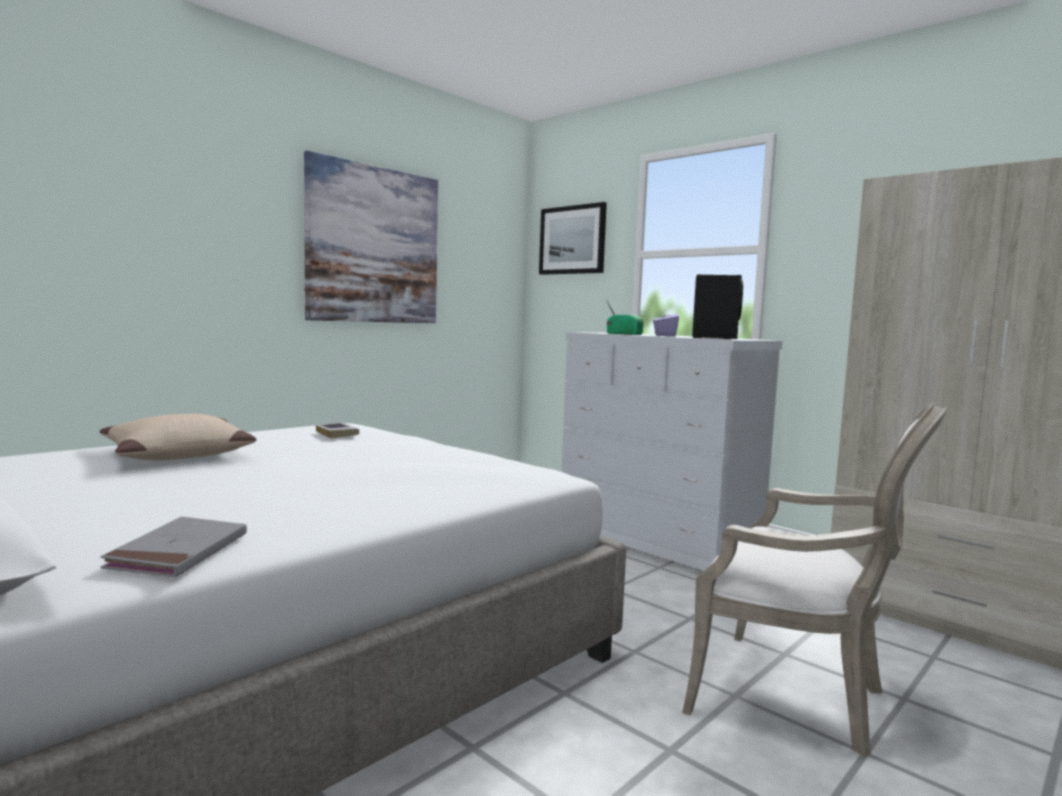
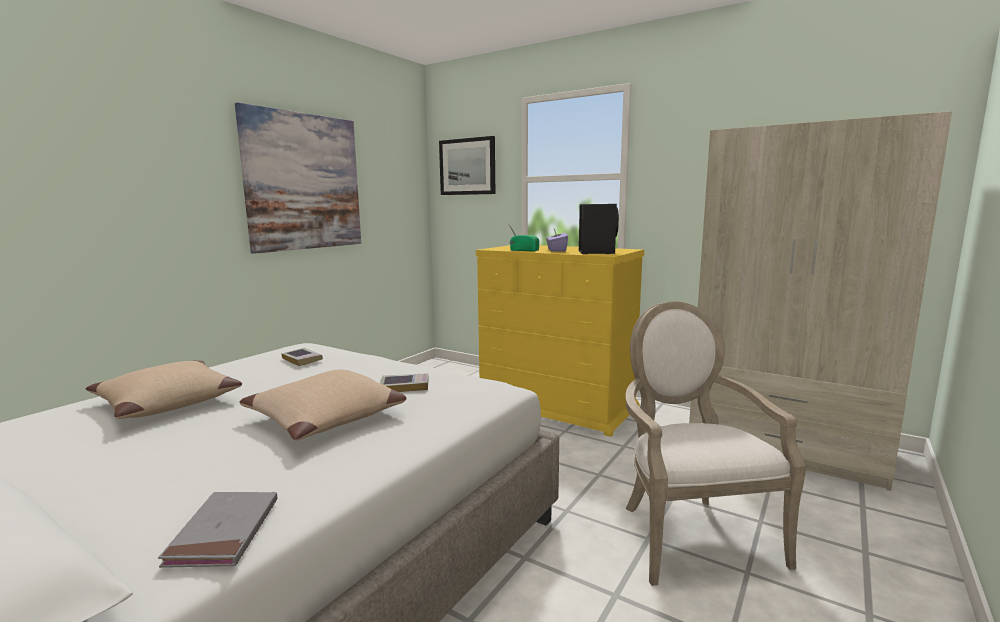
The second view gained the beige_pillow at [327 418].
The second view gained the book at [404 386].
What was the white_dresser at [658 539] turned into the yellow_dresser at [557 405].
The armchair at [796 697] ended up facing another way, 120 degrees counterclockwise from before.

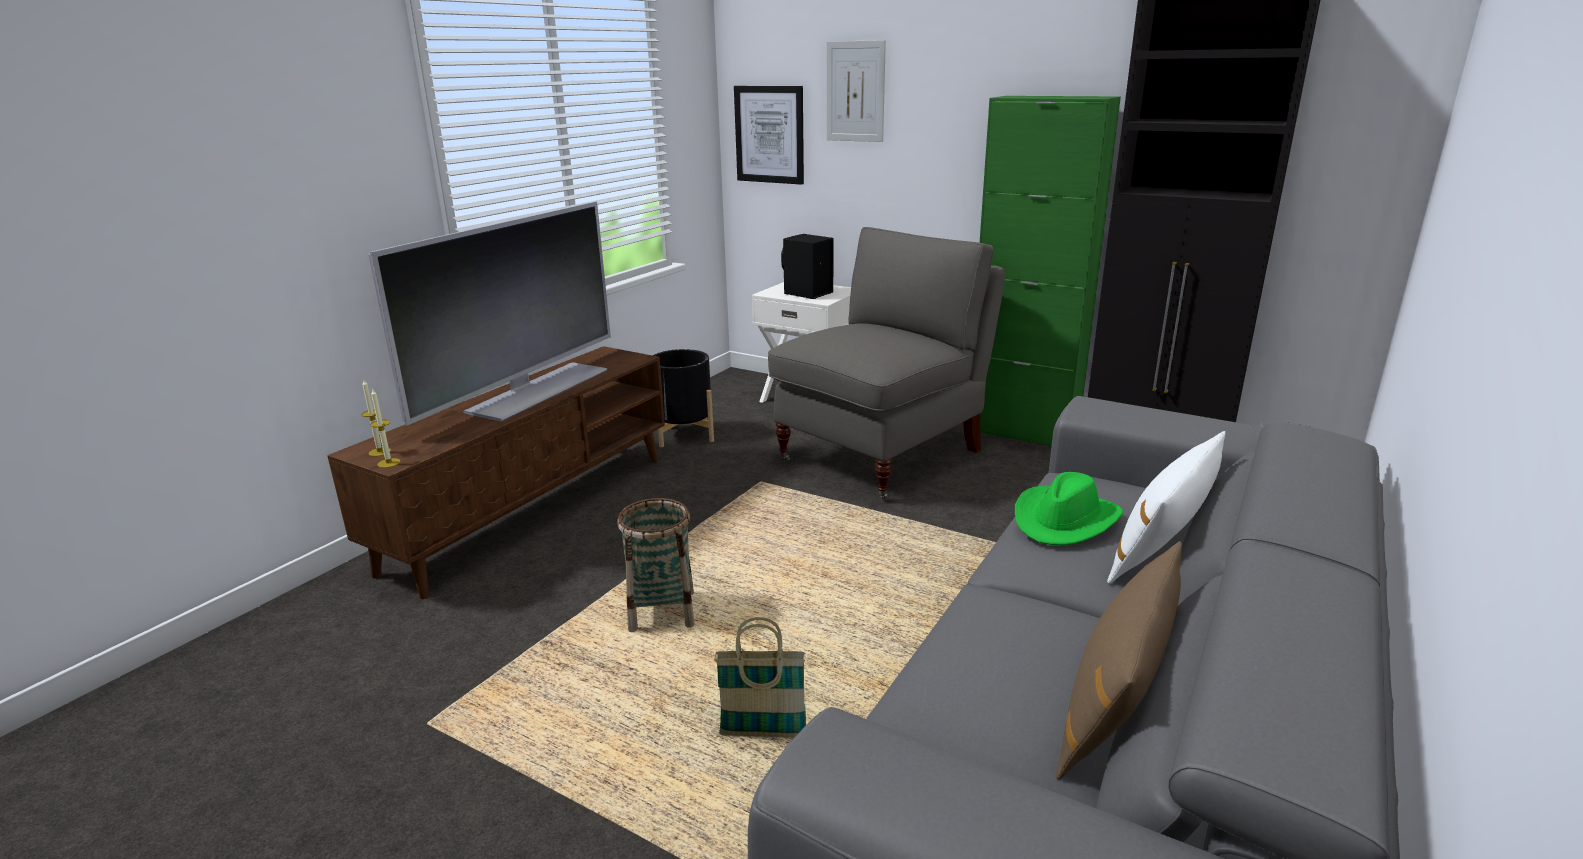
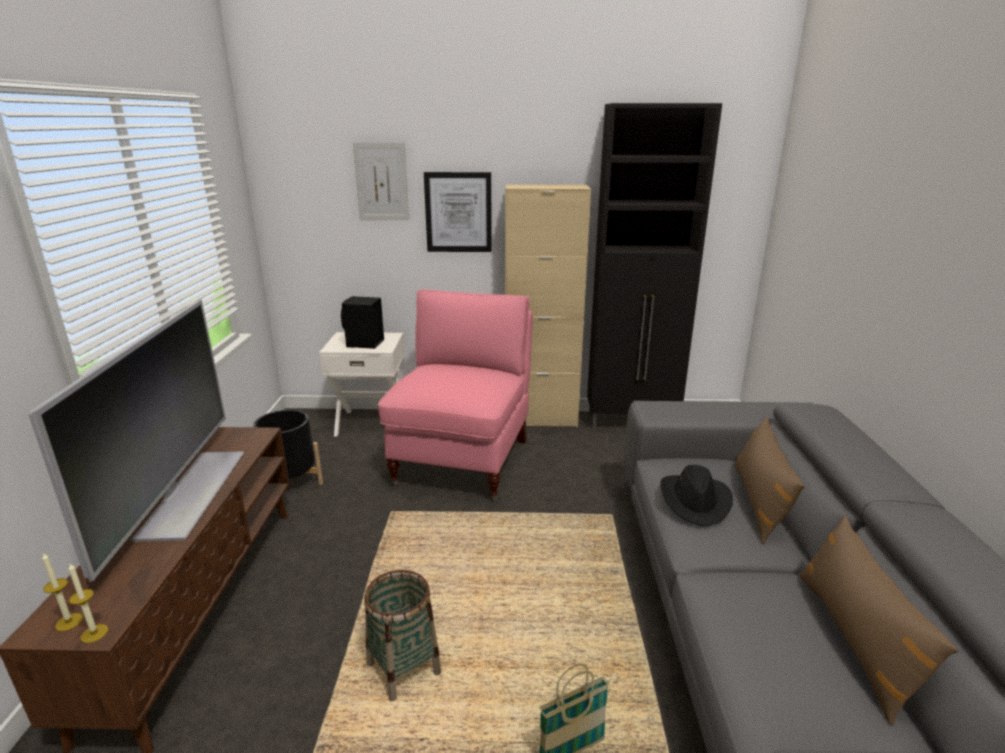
The picture ended up elsewhere, having gone from [769 134] to [458 212].
What was the grey_armchair at [882 454] turned into the pink_armchair at [463 461].
What was the green_cabinet at [1022 432] turned into the beige_cabinet at [540 419].
What was the green_hat at [1066 520] turned into the black_hat at [695 501].
What was the white_pillow at [1163 545] turned into the brown_pillow at [759 502].

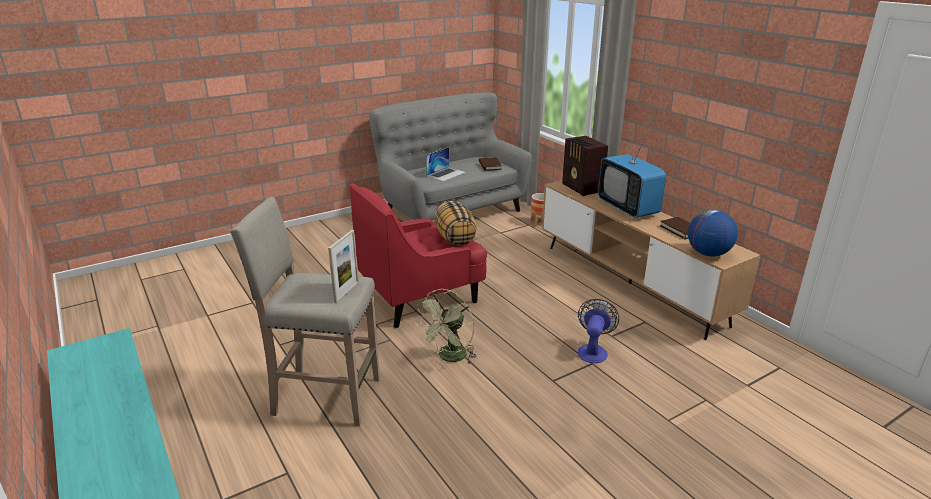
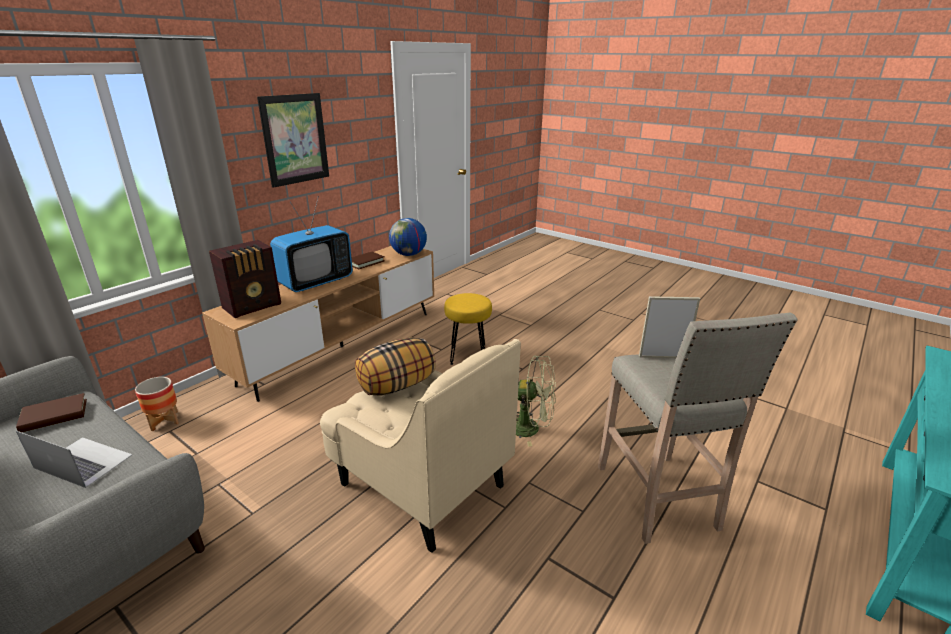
The second view gained the picture at [295 139].
Where the fan stood at [593 350], the yellow_stool came to stand at [468 355].
What was the red_armchair at [421 297] turned into the beige_armchair at [420 484].

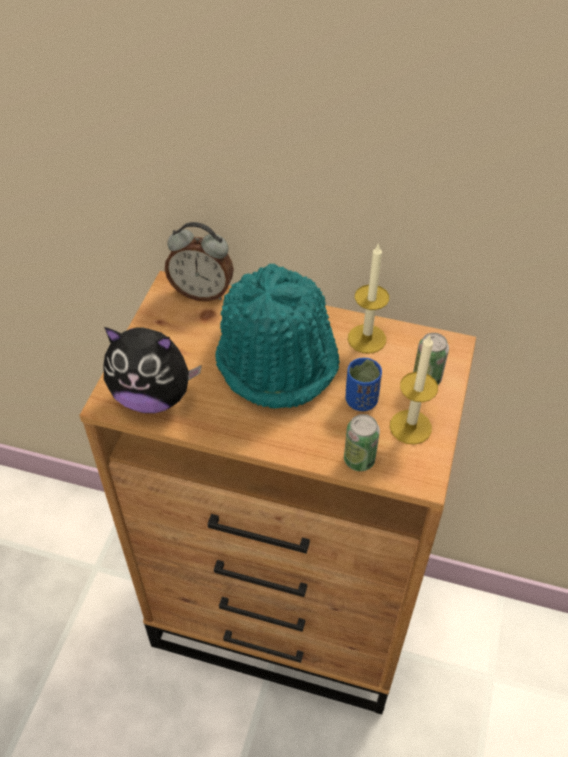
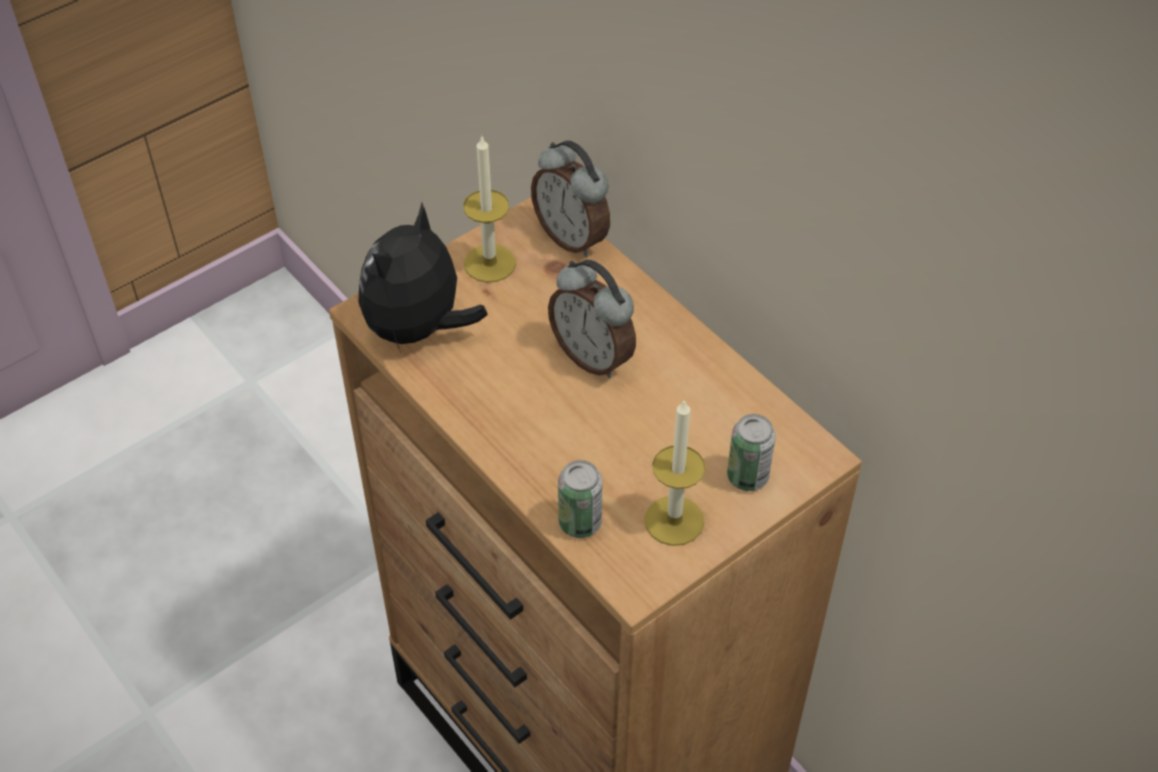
The second view lost the blue_cup at [361 400].
The candle ended up elsewhere, having gone from [366 339] to [490 263].
Where the turquoise_hat stood at [278 356], the alarm_clock came to stand at [593 356].
The plush_toy at [153 396] ended up facing another way, 75 degrees clockwise from before.

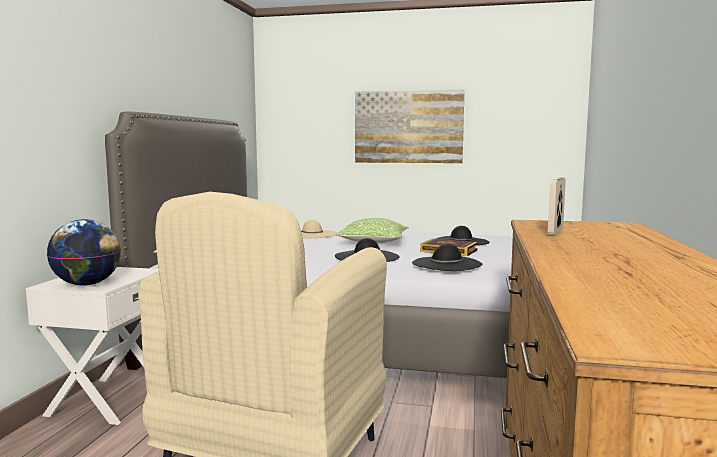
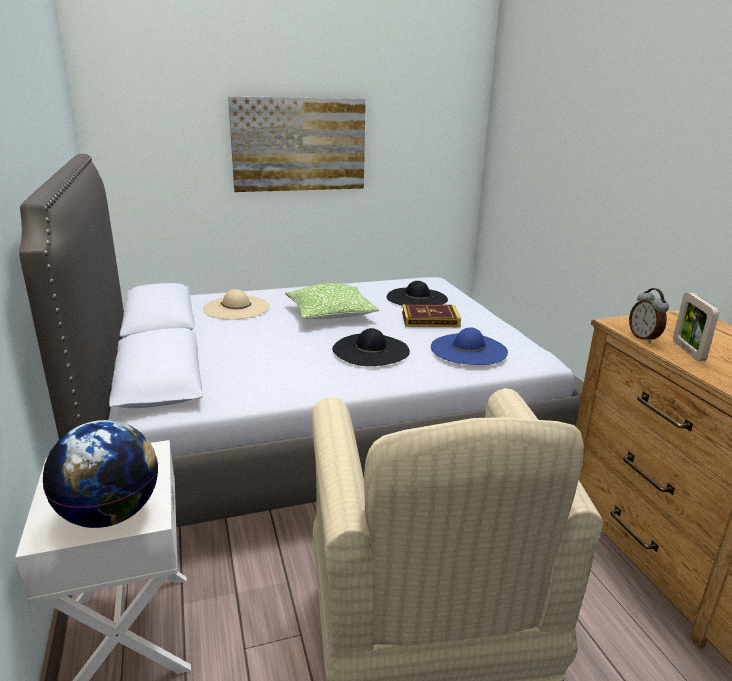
The second view gained the alarm_clock at [644 338].
What was the black_hat at [446 264] turned into the blue_hat at [468 349].

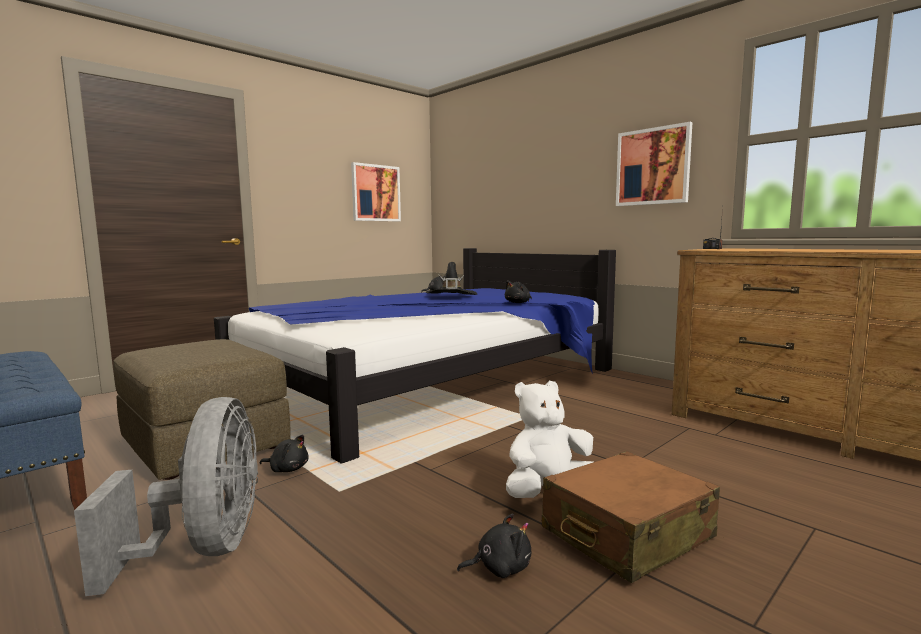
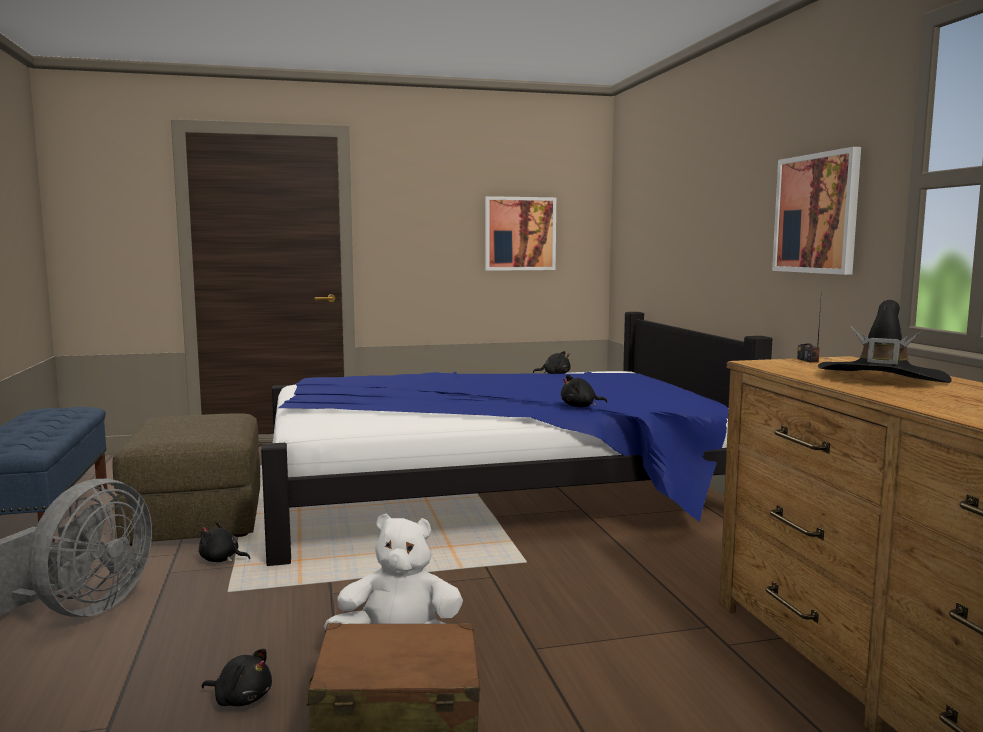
The black_hat ended up elsewhere, having gone from [451 295] to [882 377].
The black_plush_toy at [287 469] ended up facing another way, 150 degrees clockwise from before.

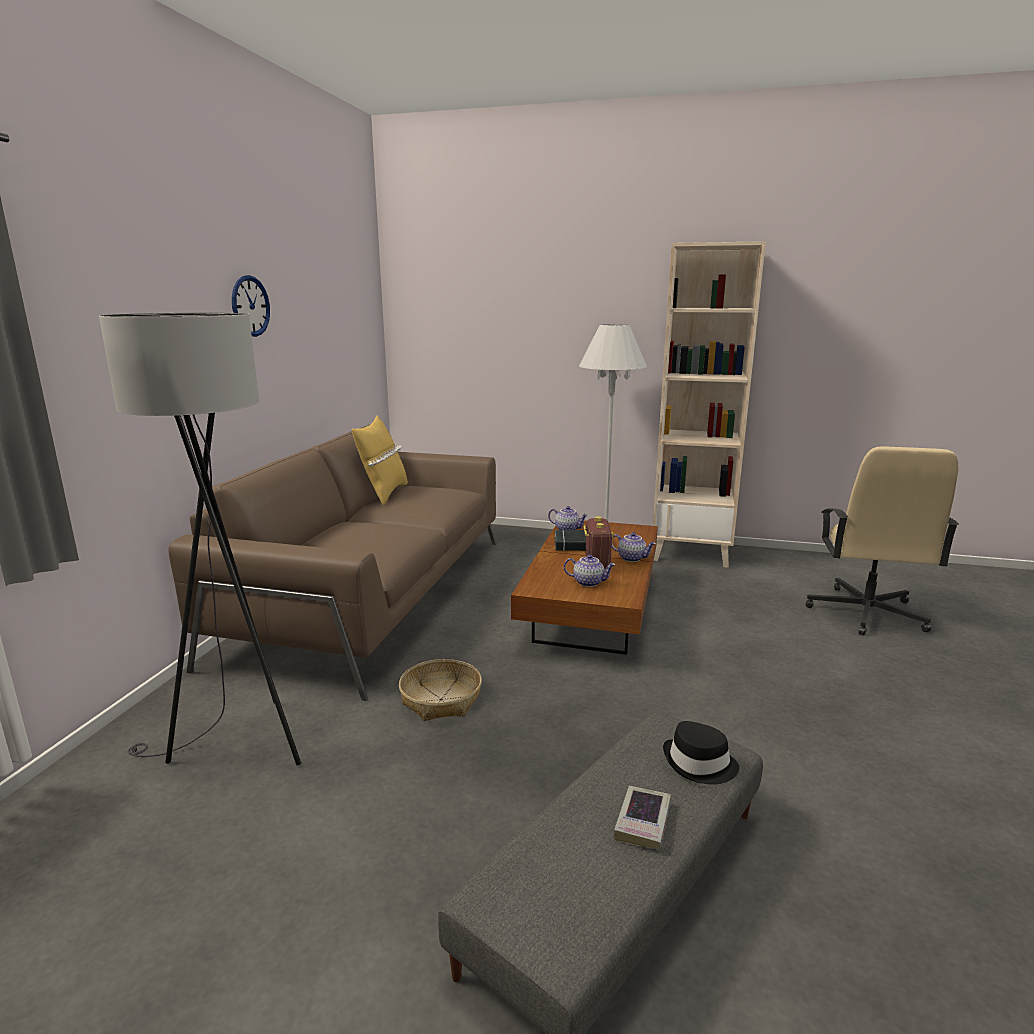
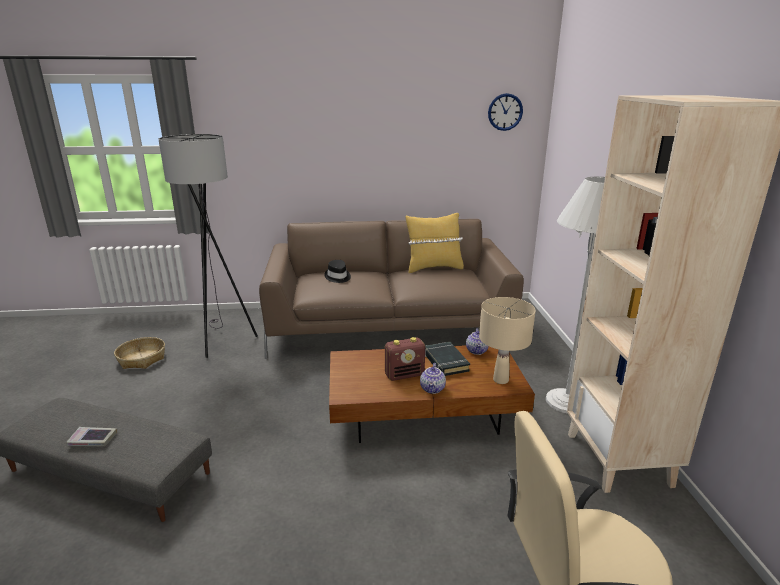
The second view lost the teapot at [589 582].
The second view gained the beige_table_lamp at [501 380].
The wall_clock ended up elsewhere, having gone from [250 306] to [505 112].
The basket ended up elsewhere, having gone from [440 699] to [142 359].
The black_hat ended up elsewhere, having gone from [699 764] to [337 277].

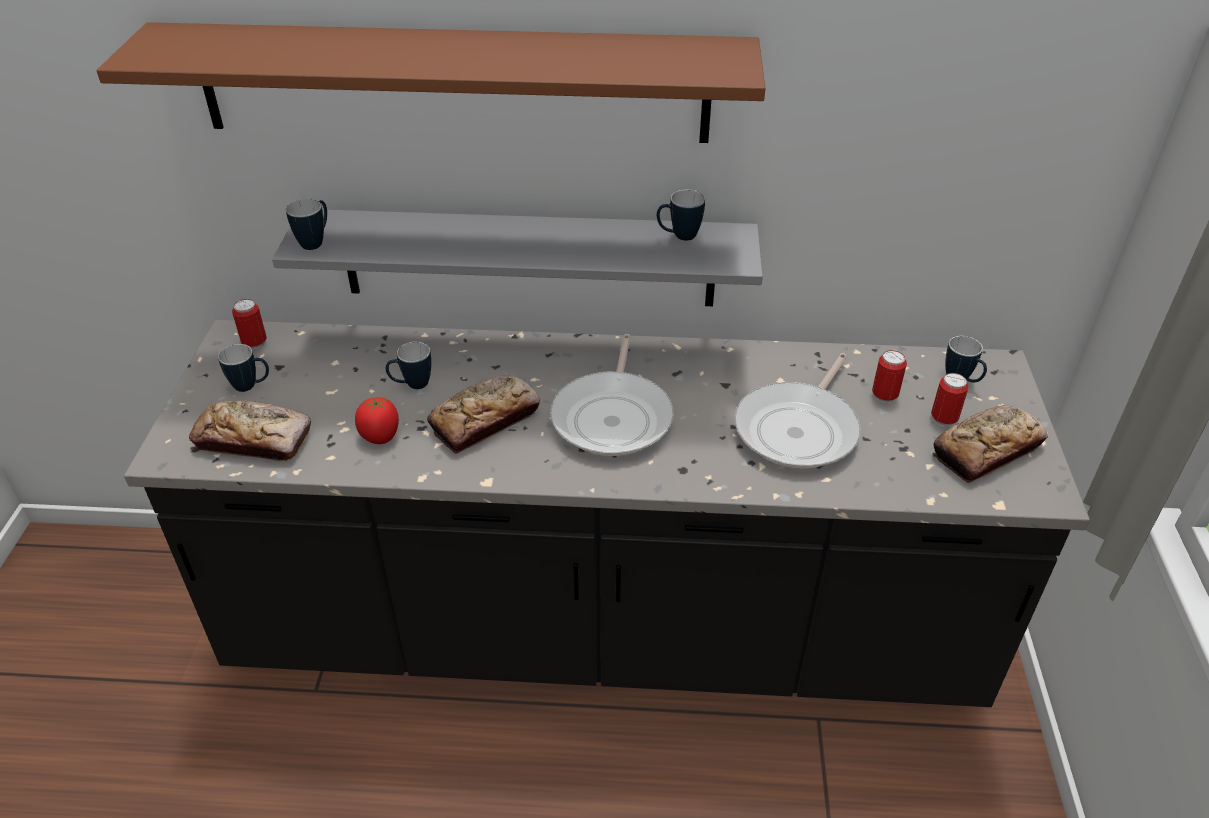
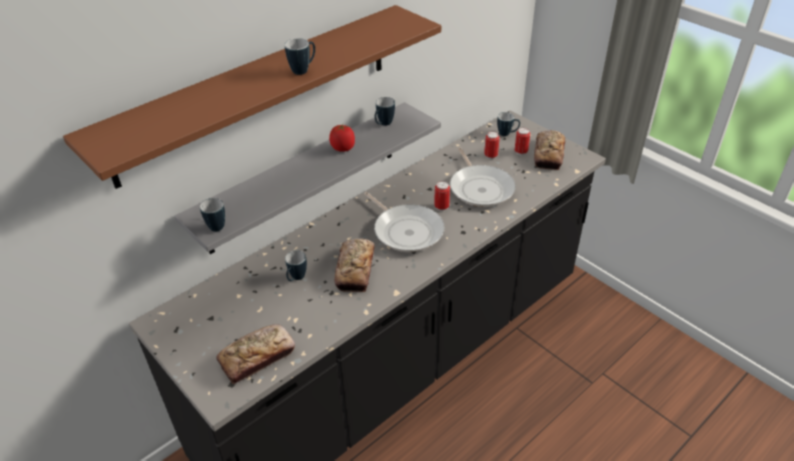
The mug ended up elsewhere, having gone from [251 386] to [303 70].
The can ended up elsewhere, having gone from [255 343] to [441 207].
The tomato ended up elsewhere, having gone from [380 436] to [343 148].

